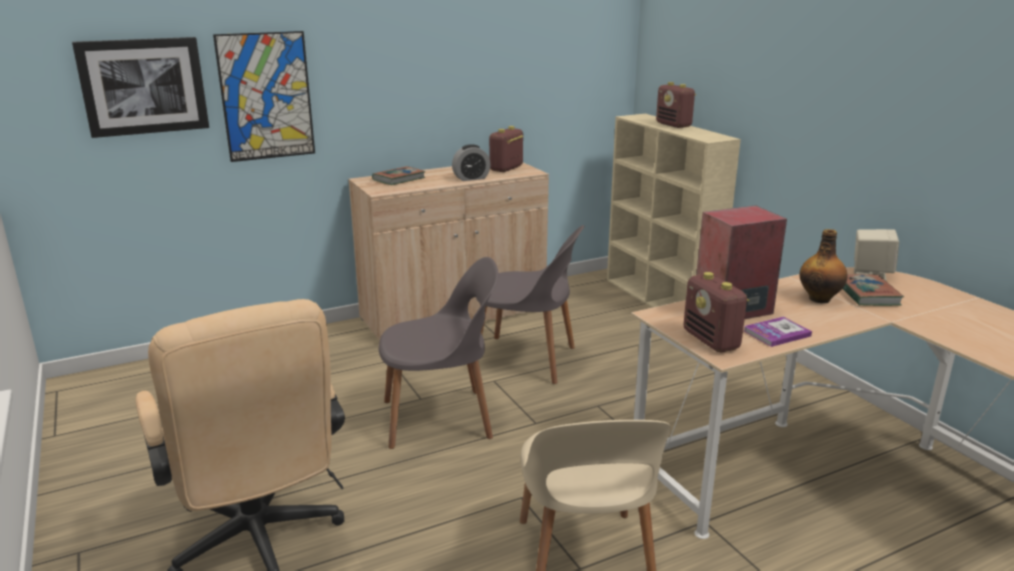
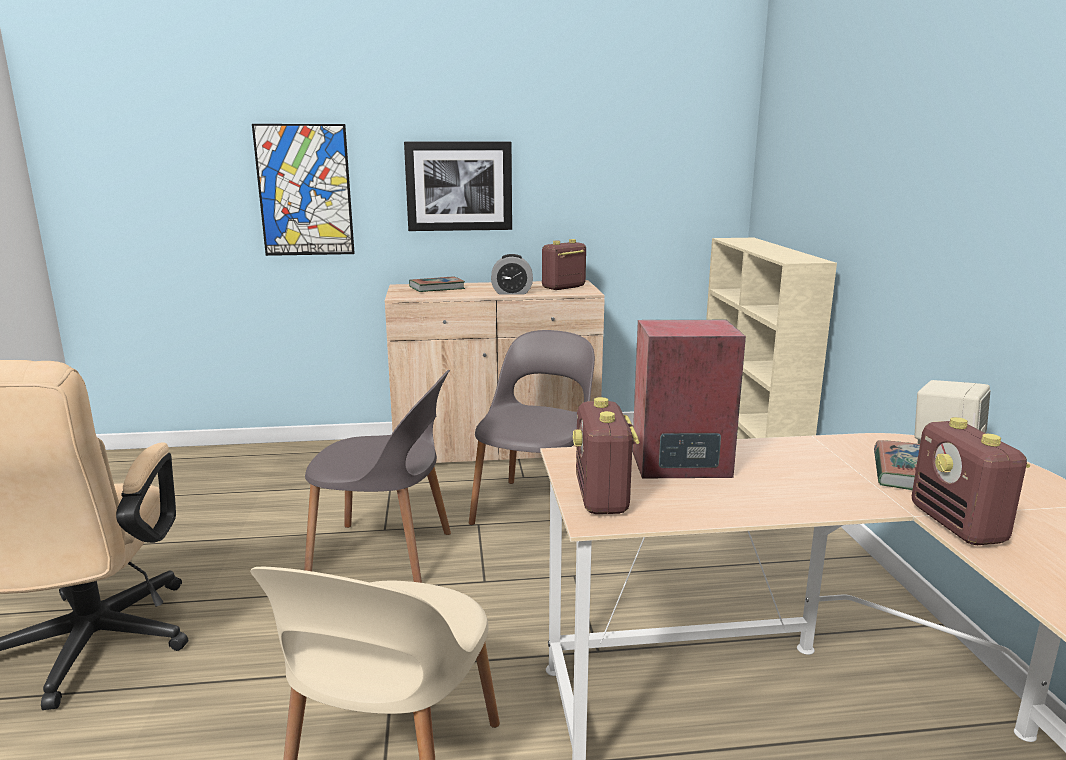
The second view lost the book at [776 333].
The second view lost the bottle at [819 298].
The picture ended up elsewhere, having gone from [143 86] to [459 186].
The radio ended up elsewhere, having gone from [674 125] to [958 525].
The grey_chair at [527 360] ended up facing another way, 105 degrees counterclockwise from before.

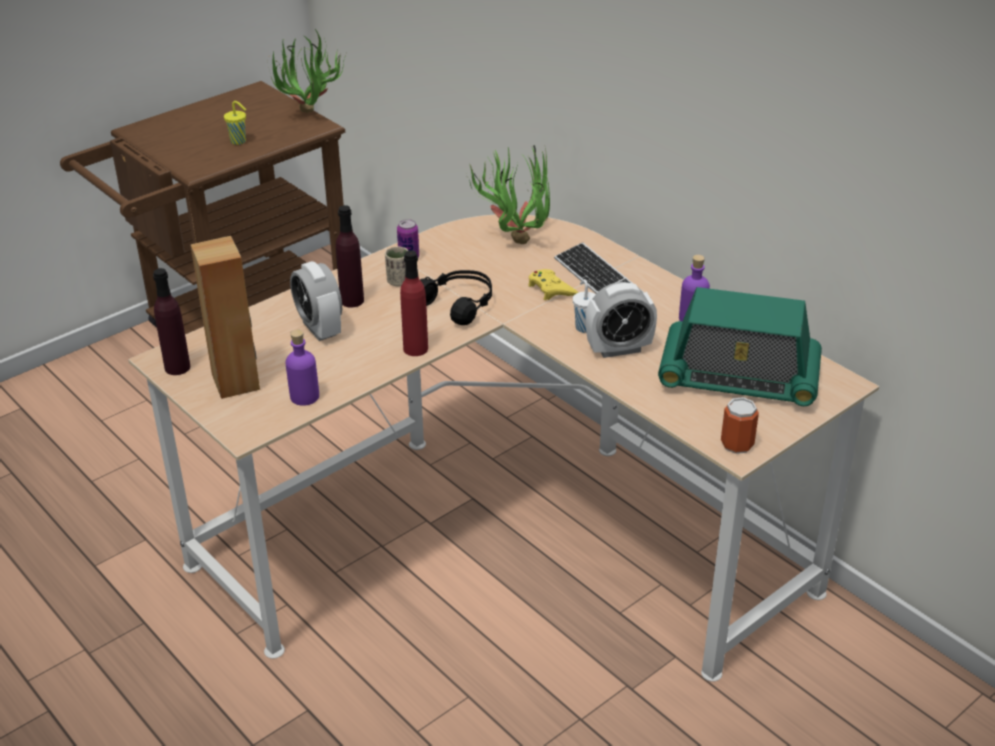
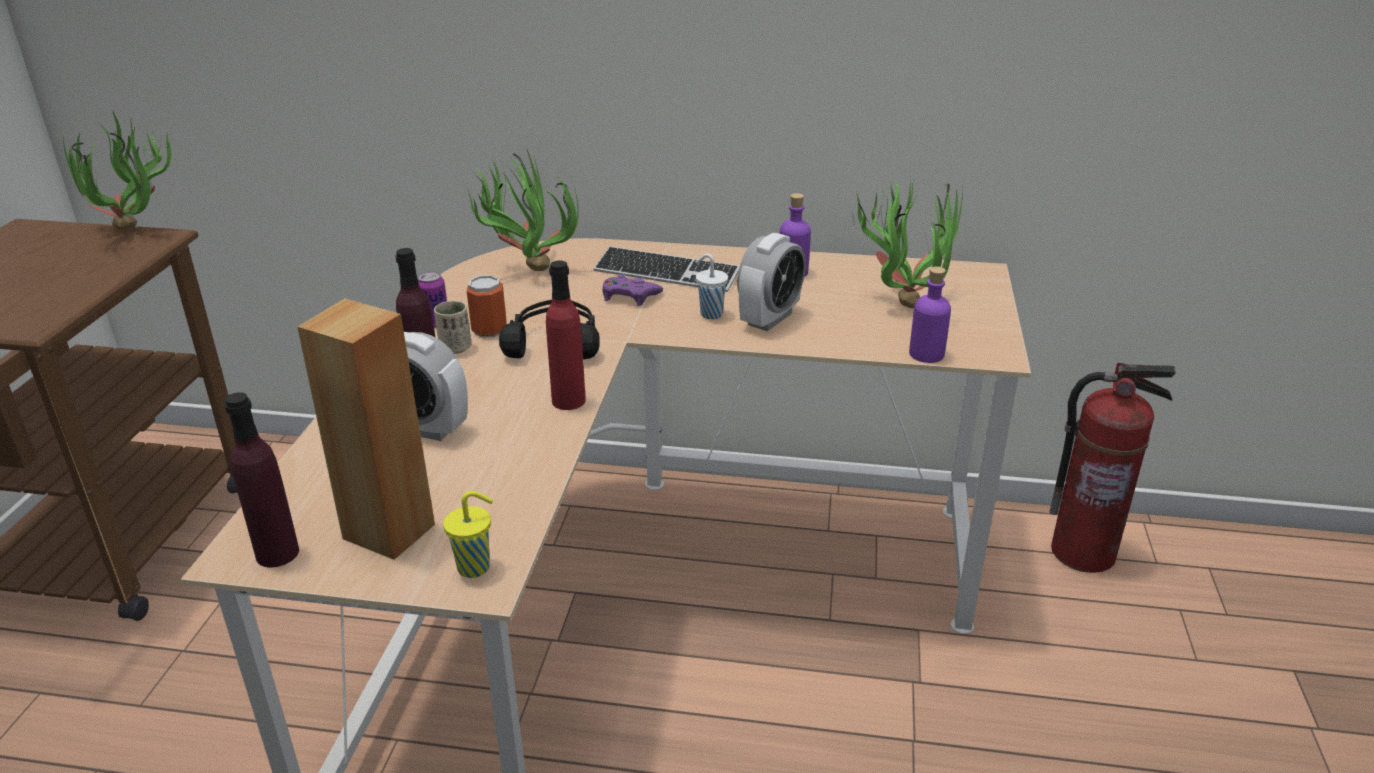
The second view gained the fire_extinguisher at [1082 553].
The yellow_cup ended up elsewhere, having gone from [239 142] to [476 567].
The purple_bottle ended up elsewhere, having gone from [304 396] to [926 354].
The can ended up elsewhere, having gone from [737 444] to [489 330].
Where the radio stood at [738 377], the potted_plant came to stand at [901 299].
What was the yellow_game_controller at [551 289] turned into the purple_game_controller at [629 296].

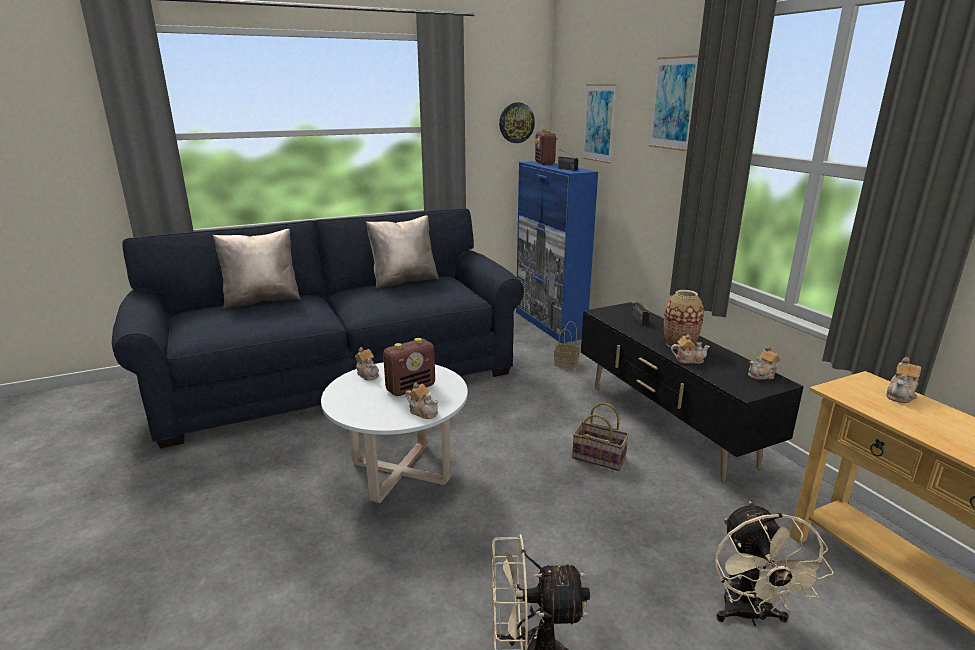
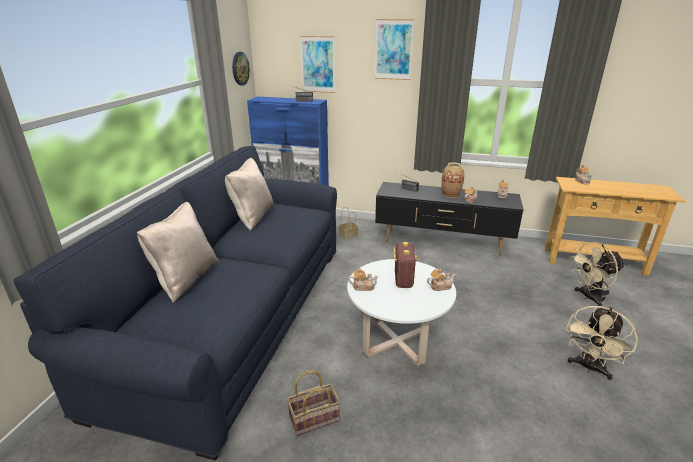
The second view lost the radio at [545 163].
The basket ended up elsewhere, having gone from [600 457] to [315 418].
The beige_fan at [749 615] ended up facing another way, 120 degrees clockwise from before.

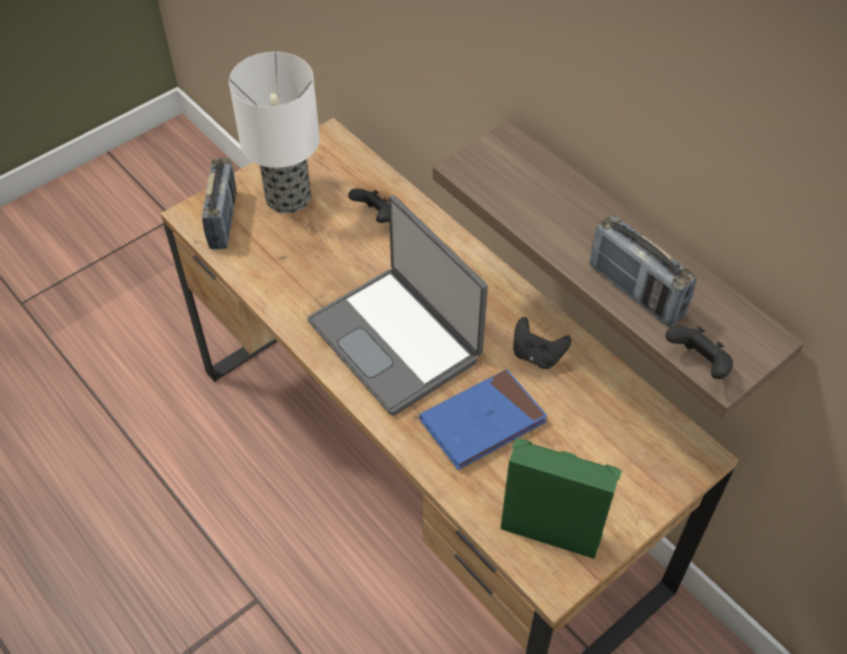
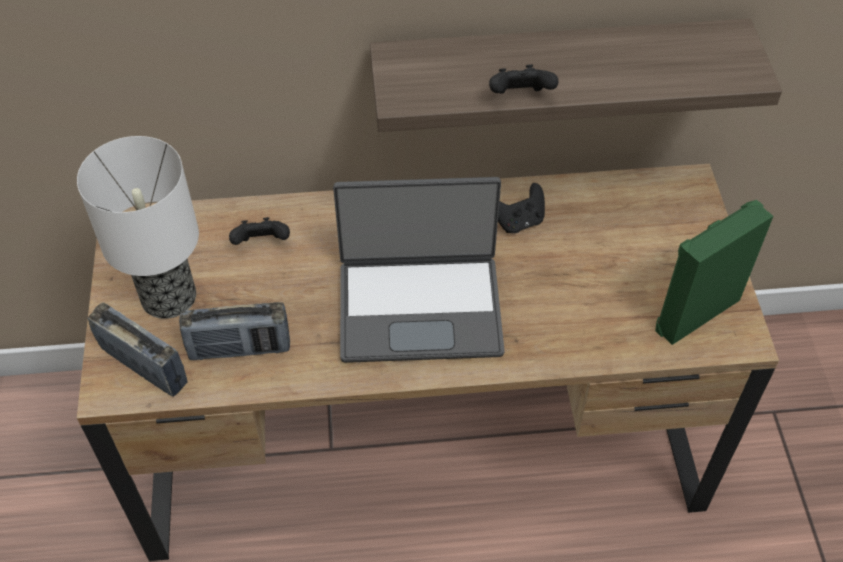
The second view lost the blue_book at [482 422].
The radio ended up elsewhere, having gone from [635 291] to [240 349].
The black_game_controller ended up elsewhere, having gone from [698 364] to [520 97].

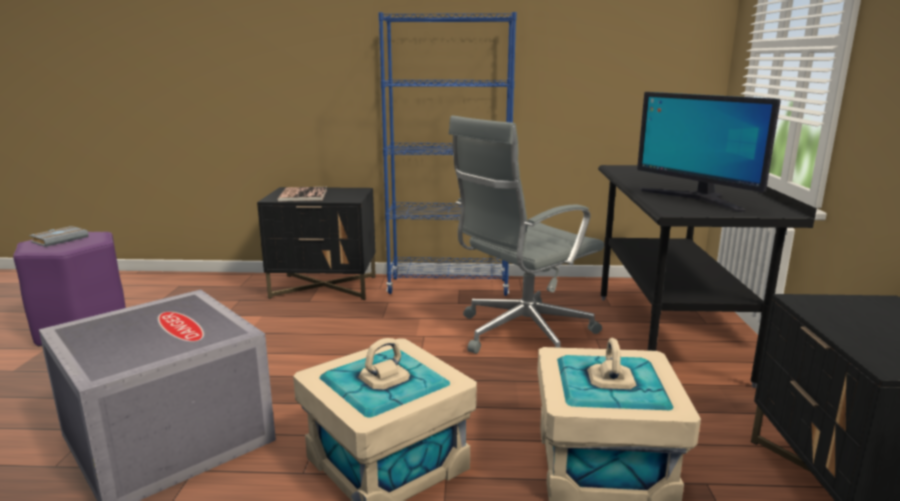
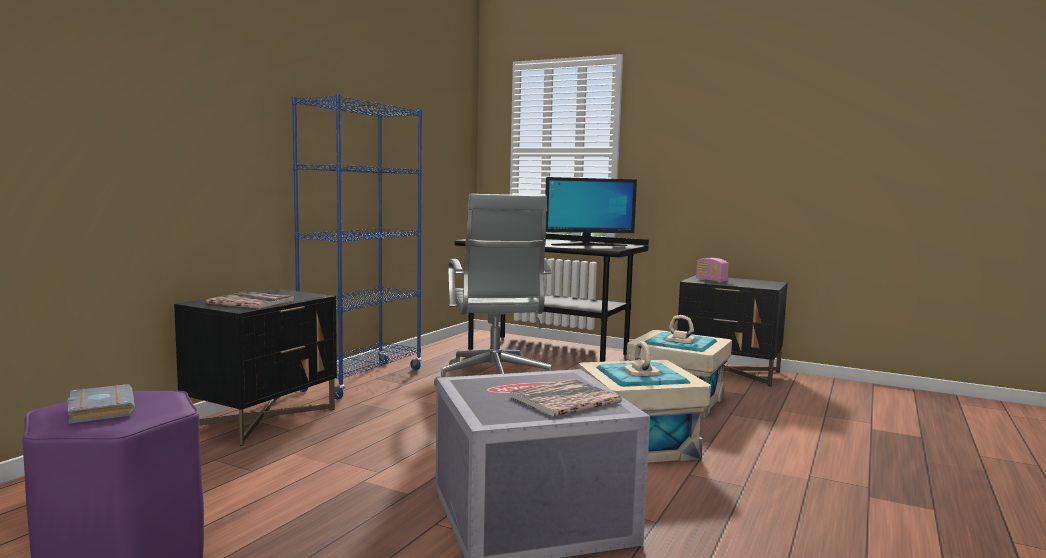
The second view gained the book at [565 400].
The second view gained the radio at [711 280].

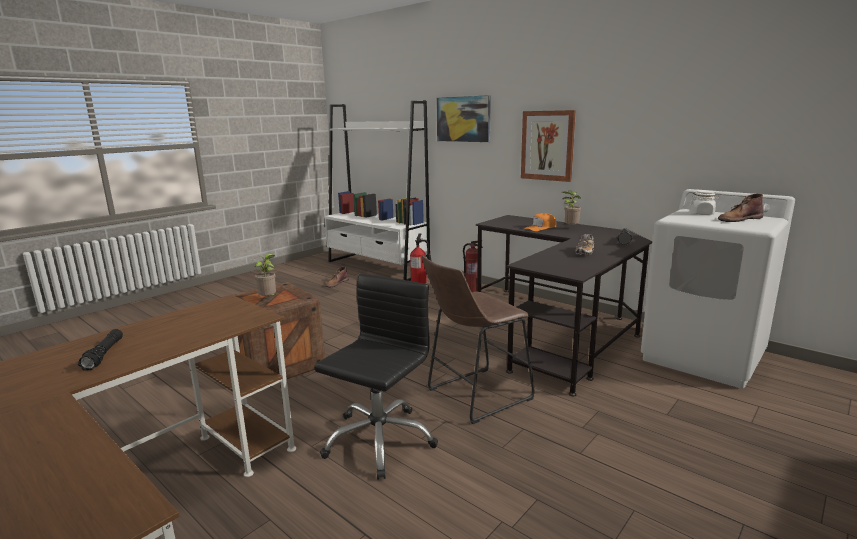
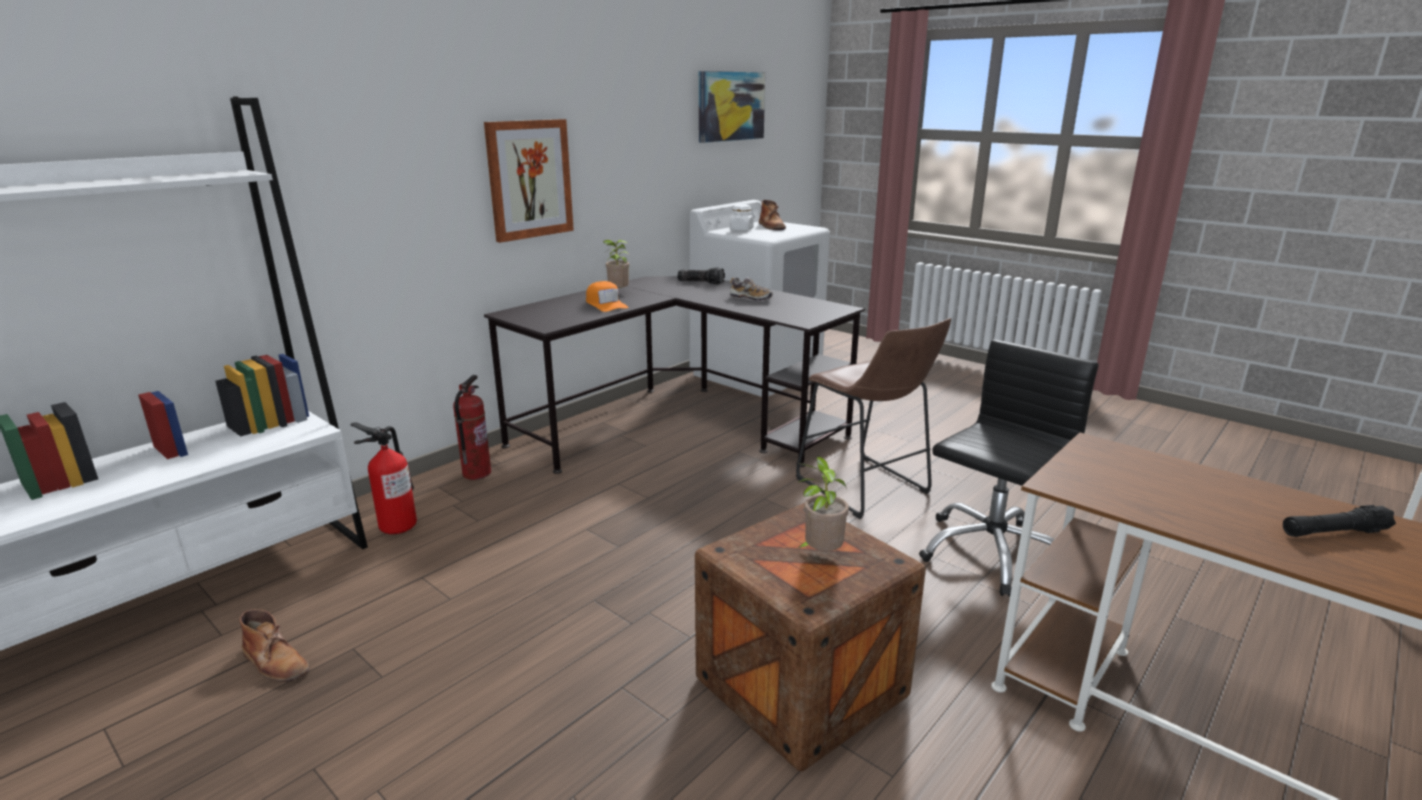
The picture ended up elsewhere, having gone from [463 119] to [730 106].
The black_office_chair at [379 440] ended up facing another way, 105 degrees clockwise from before.

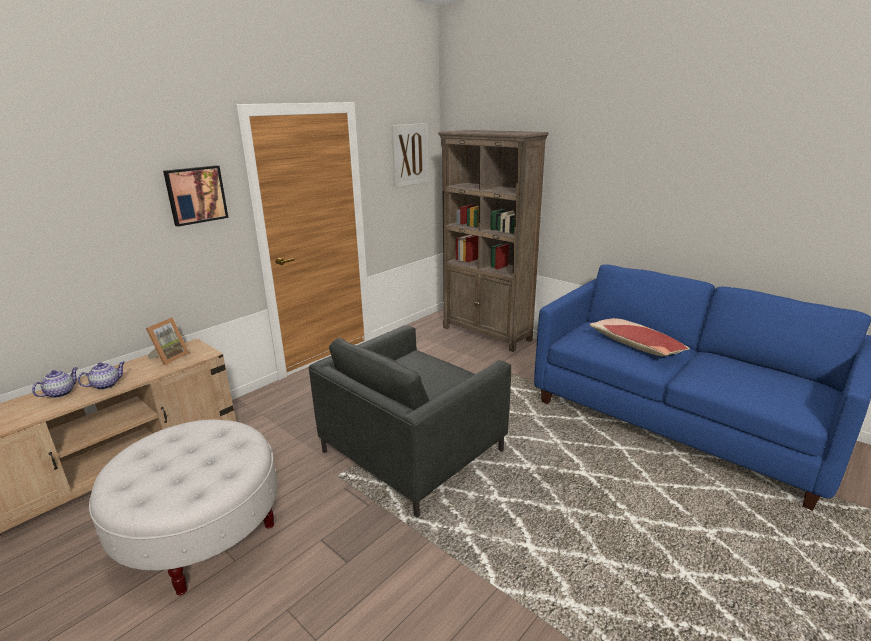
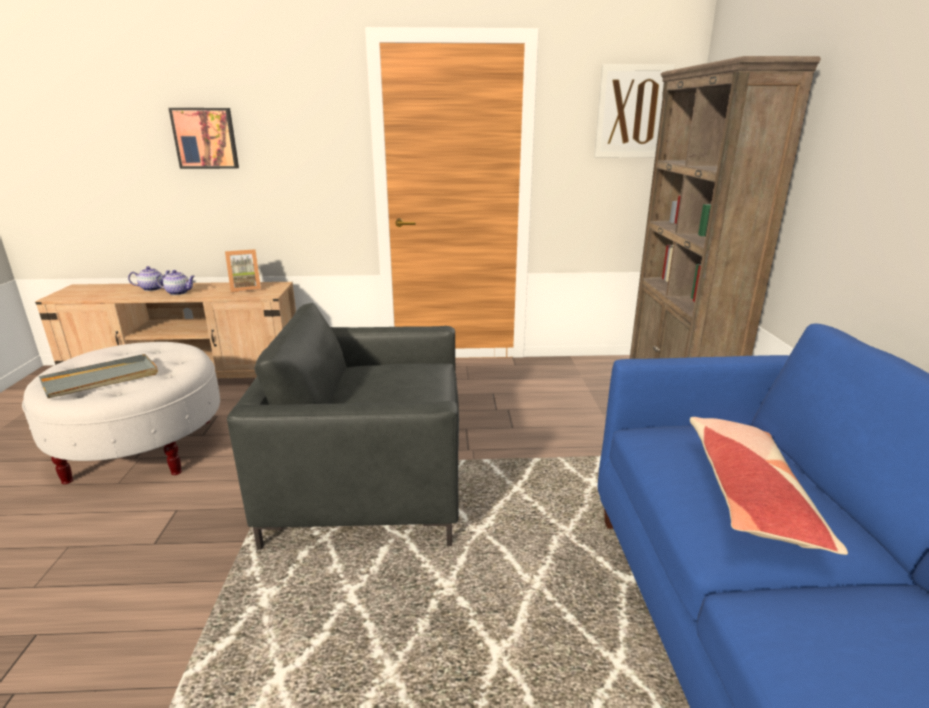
The second view gained the grey_tray at [102 379].
The picture ended up elsewhere, having gone from [195 195] to [206 138].

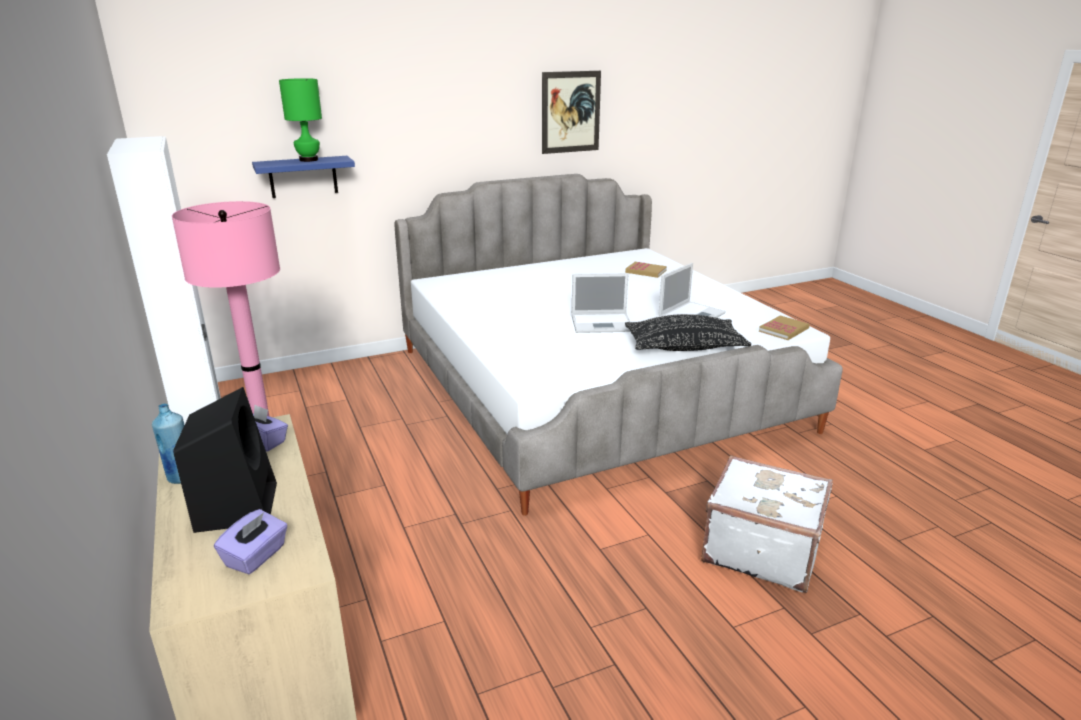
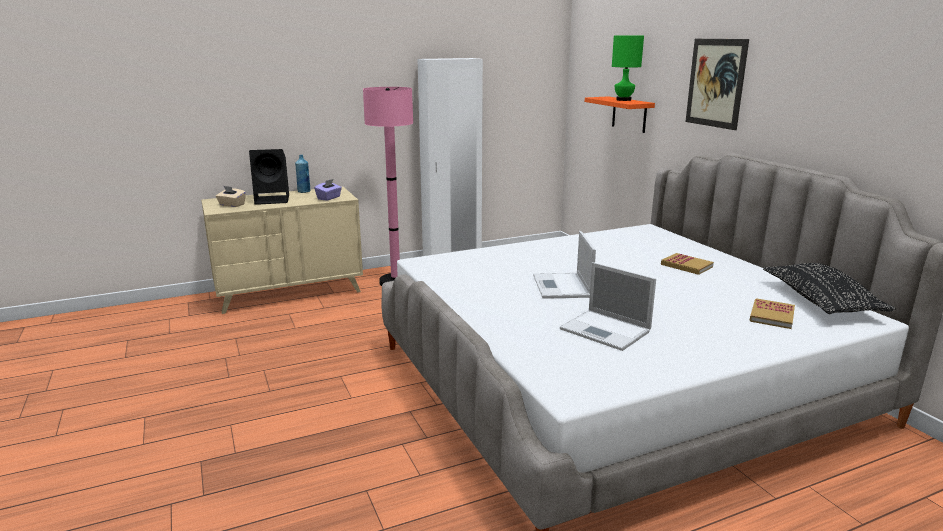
The second view lost the white_suitcase at [761 549].
The picture ended up elsewhere, having gone from [570 112] to [715 83].
The black_pillow ended up elsewhere, having gone from [684 347] to [821 302].
The book ended up elsewhere, having gone from [784 330] to [686 266].
What was the purple_tissue_box at [256 556] turned into the beige_tissue_box at [231 205].
What was the blue_shelf at [303 177] turned into the orange_shelf at [629 114].

